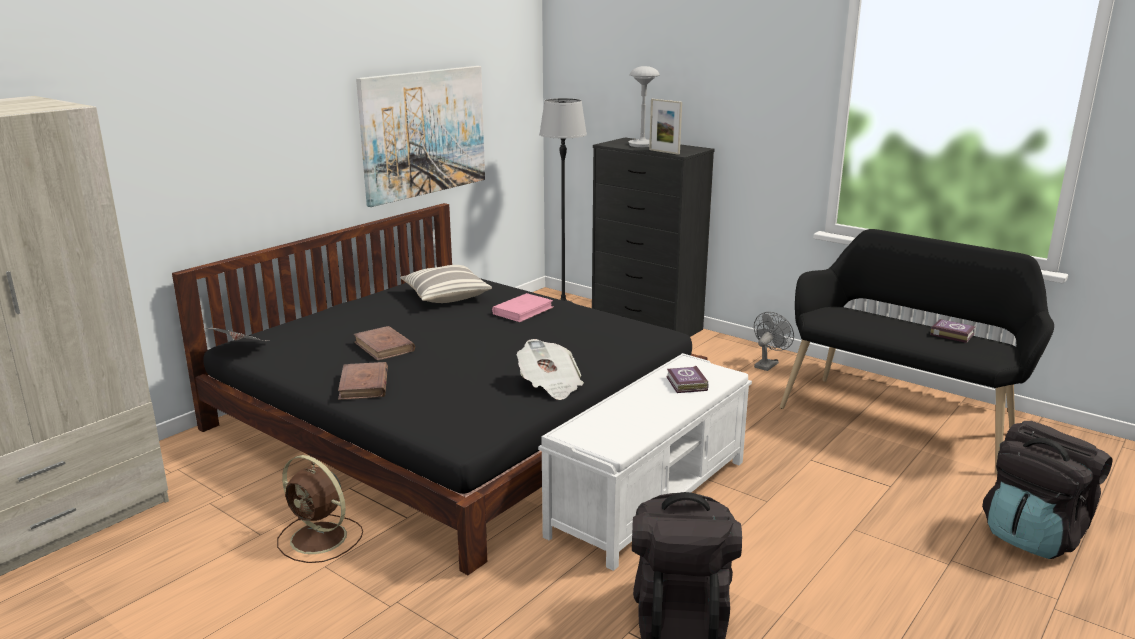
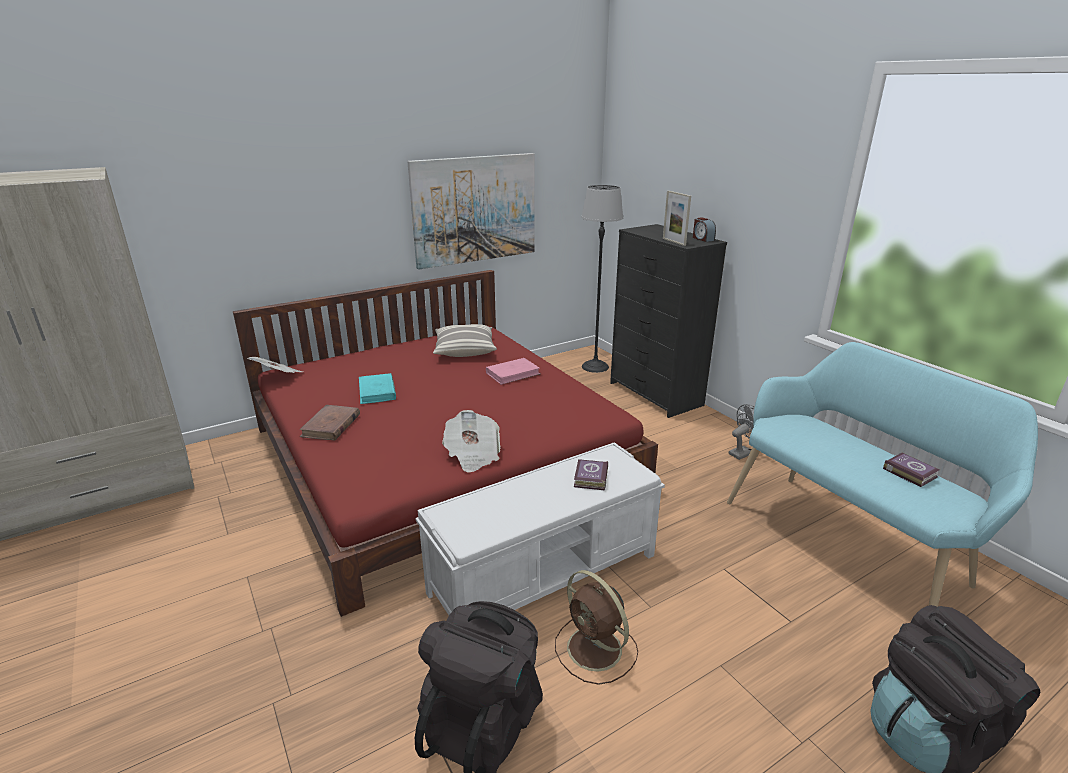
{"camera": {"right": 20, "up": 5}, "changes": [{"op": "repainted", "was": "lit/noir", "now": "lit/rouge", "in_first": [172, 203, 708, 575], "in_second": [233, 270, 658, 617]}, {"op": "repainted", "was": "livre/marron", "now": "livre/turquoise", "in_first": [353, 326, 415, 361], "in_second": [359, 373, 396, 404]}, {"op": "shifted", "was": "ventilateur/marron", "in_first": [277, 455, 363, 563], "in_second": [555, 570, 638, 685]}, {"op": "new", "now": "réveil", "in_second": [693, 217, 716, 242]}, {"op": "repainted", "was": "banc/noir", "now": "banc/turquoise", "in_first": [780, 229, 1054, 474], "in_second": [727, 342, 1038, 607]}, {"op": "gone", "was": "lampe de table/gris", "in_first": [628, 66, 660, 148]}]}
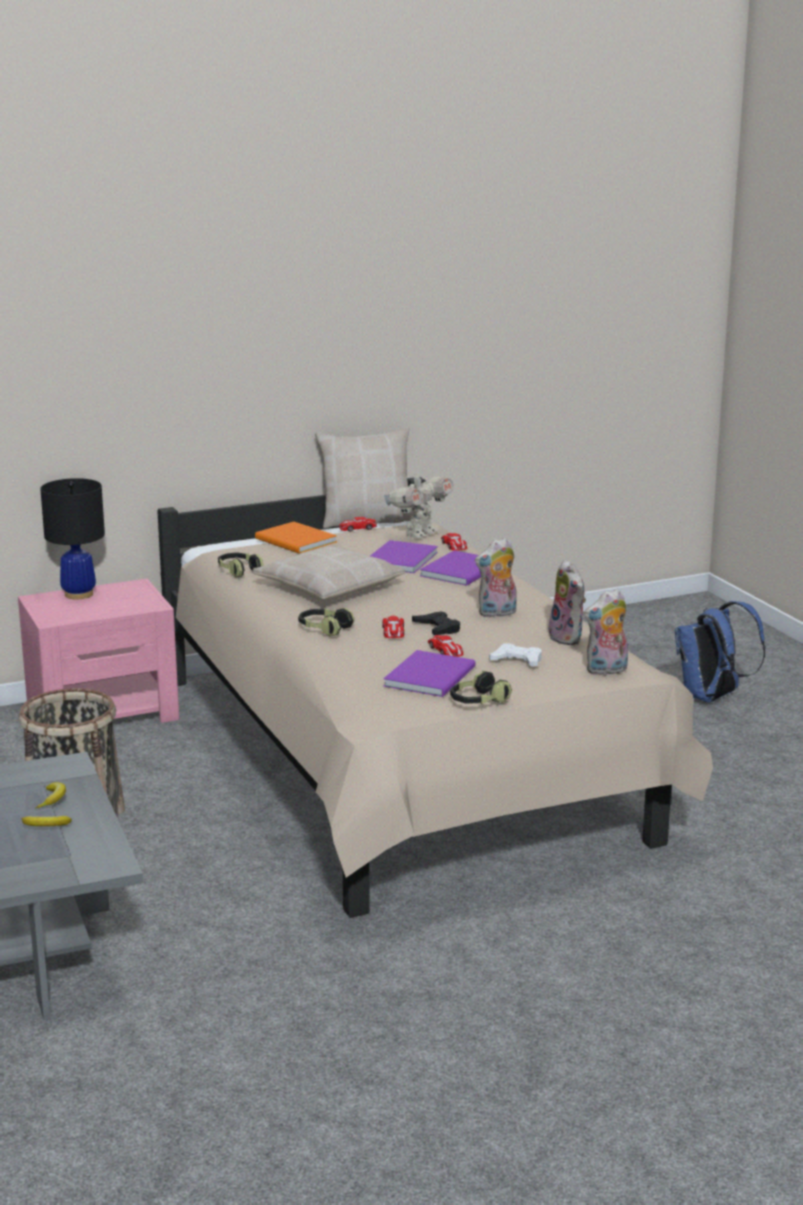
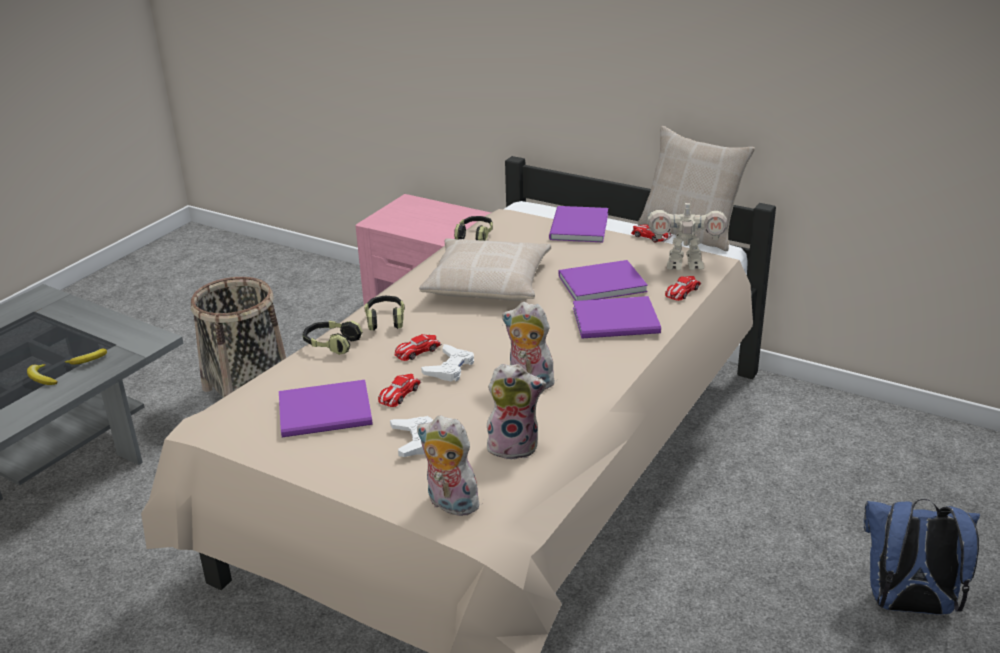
{"camera": {"right": 55, "up": 10}, "changes": [{"op": "shifted", "was": "casque audio", "in_first": [450, 671, 512, 704], "in_second": [302, 320, 363, 355]}, {"op": "repainted", "was": "manette/noir", "now": "manette/blanc", "in_first": [412, 611, 460, 635], "in_second": [421, 344, 474, 381]}, {"op": "rotated", "was": "peluche", "in_first": [549, 559, 586, 645], "in_second": [487, 364, 546, 460], "clockwise": -120}, {"op": "repainted", "was": "livre/orange", "now": "livre/violet", "in_first": [255, 522, 337, 553], "in_second": [549, 206, 608, 242]}, {"op": "gone", "was": "lampe de table/noir", "in_first": [40, 478, 105, 599]}]}
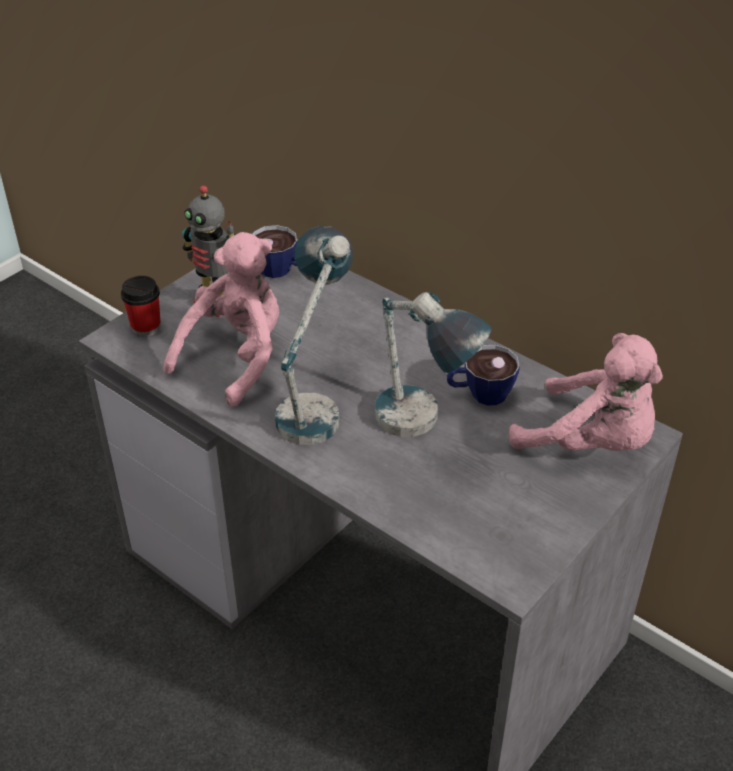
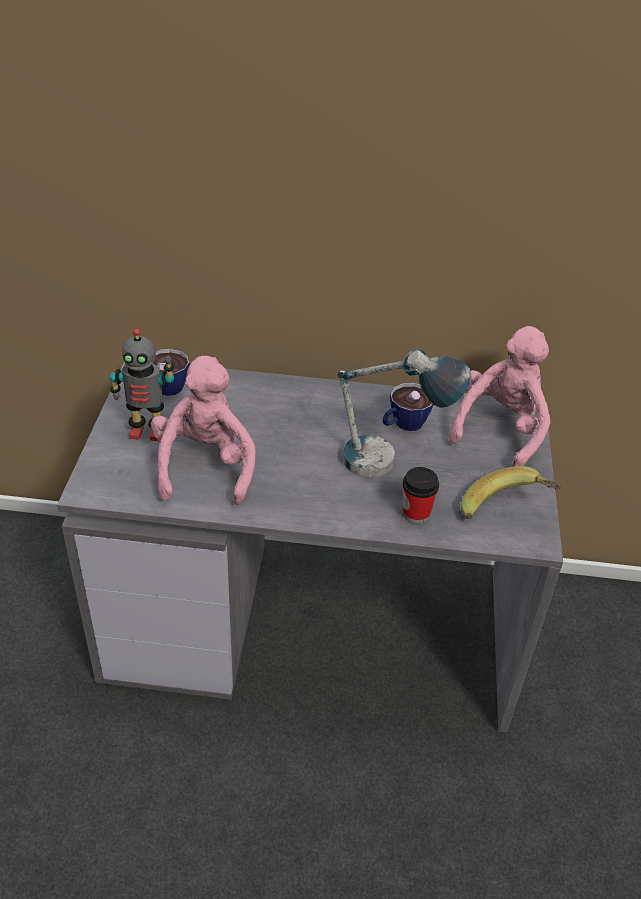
{"camera": {"right": -35, "up": 0}, "changes": [{"op": "shifted", "was": "tasse", "in_first": [121, 276, 161, 337], "in_second": [403, 467, 439, 524]}, {"op": "rotated", "was": "peluche/rose", "in_first": [509, 333, 663, 451], "in_second": [449, 326, 550, 467], "clockwise": -60}, {"op": "new", "now": "banane", "in_second": [461, 466, 561, 519]}, {"op": "gone", "was": "lampe de table", "in_first": [275, 226, 353, 445]}]}
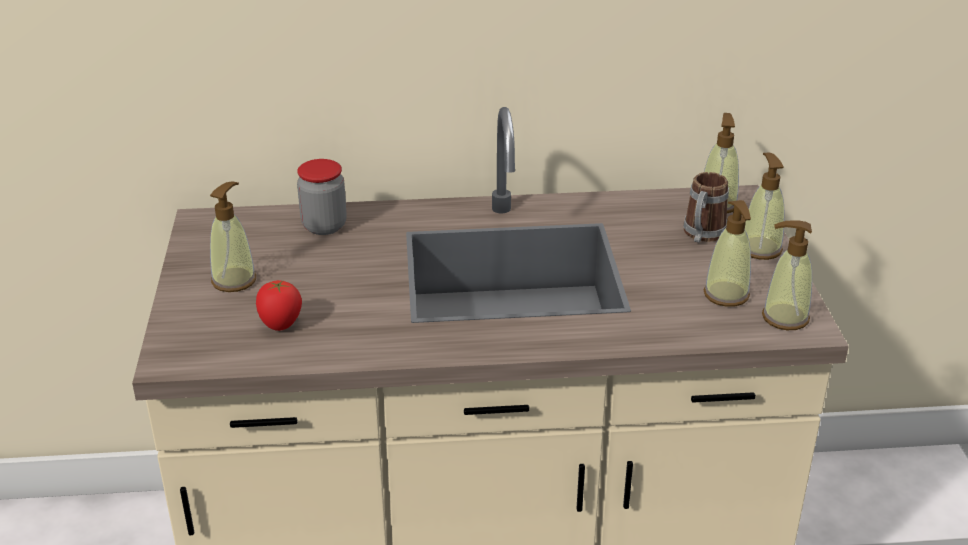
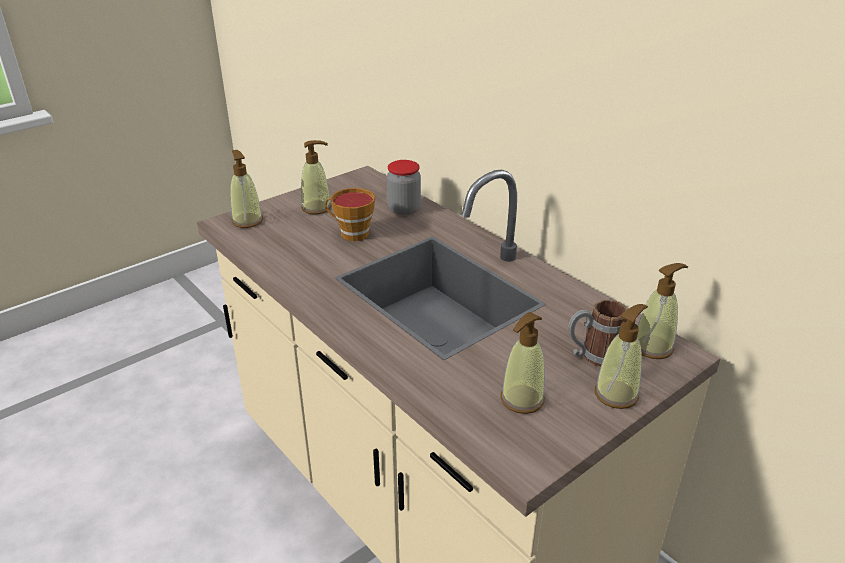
{"camera": {"right": 55, "up": 0}, "changes": [{"op": "shifted", "was": "distributeur de savon", "in_first": [762, 220, 812, 330], "in_second": [230, 150, 263, 228]}, {"op": "new", "now": "tasse", "in_second": [325, 188, 375, 241]}, {"op": "gone", "was": "tomate", "in_first": [256, 280, 302, 331]}]}
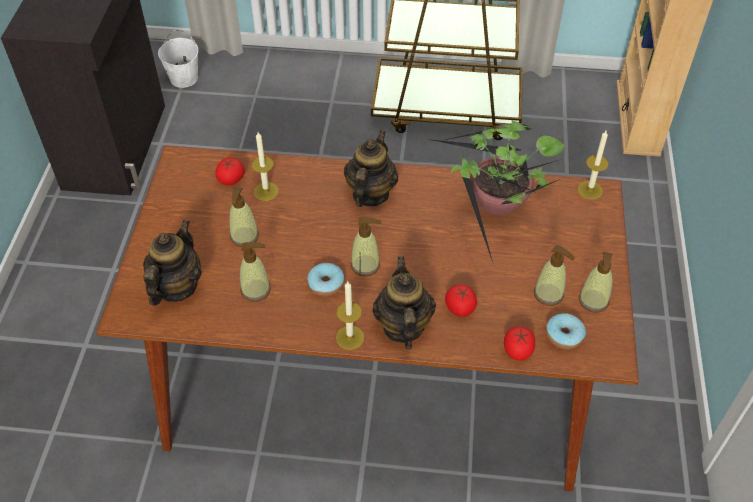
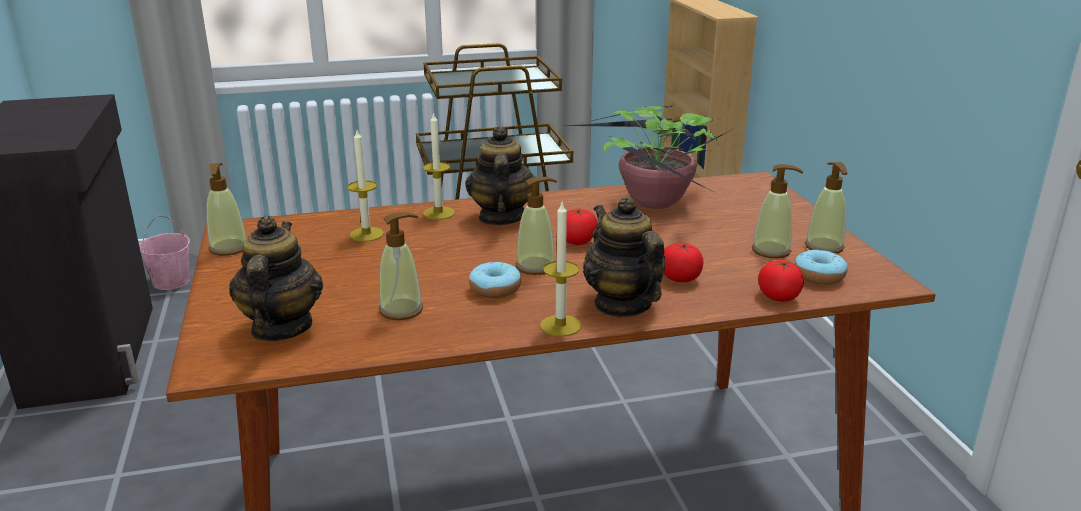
{"camera": {"right": -20, "up": -25}, "changes": [{"op": "repainted", "was": "seau/blanc", "now": "seau/rose", "in_first": [158, 30, 198, 88], "in_second": [139, 215, 190, 290]}, {"op": "shifted", "was": "distributeur de savon", "in_first": [229, 187, 259, 247], "in_second": [206, 163, 246, 256]}, {"op": "shifted", "was": "bougie", "in_first": [577, 131, 609, 200], "in_second": [422, 112, 455, 220]}, {"op": "shifted", "was": "tomate", "in_first": [215, 158, 245, 186], "in_second": [566, 209, 598, 245]}]}
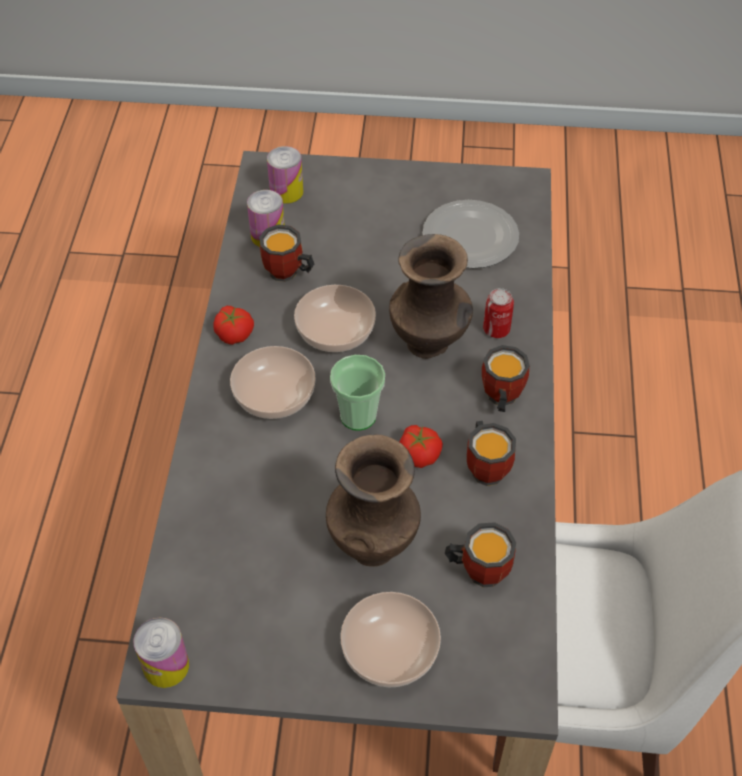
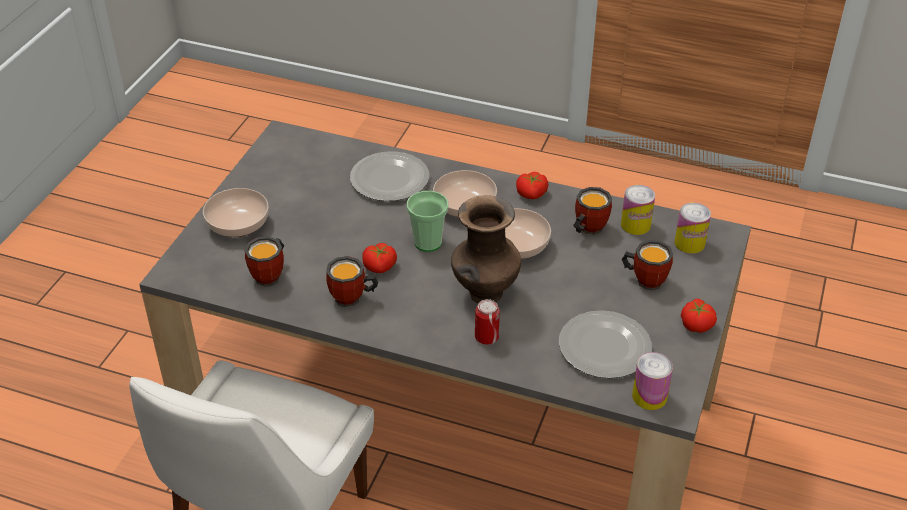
{"camera": {"right": 105, "up": -10}, "changes": [{"op": "new", "now": "assiette", "in_second": [350, 151, 429, 201]}, {"op": "shifted", "was": "mug", "in_first": [482, 345, 530, 412], "in_second": [622, 240, 673, 290]}, {"op": "shifted", "was": "boîte métallique", "in_first": [134, 618, 189, 688], "in_second": [632, 352, 673, 410]}, {"op": "new", "now": "tomate", "in_second": [681, 299, 717, 333]}, {"op": "gone", "was": "vase/marron", "in_first": [326, 435, 421, 567]}]}
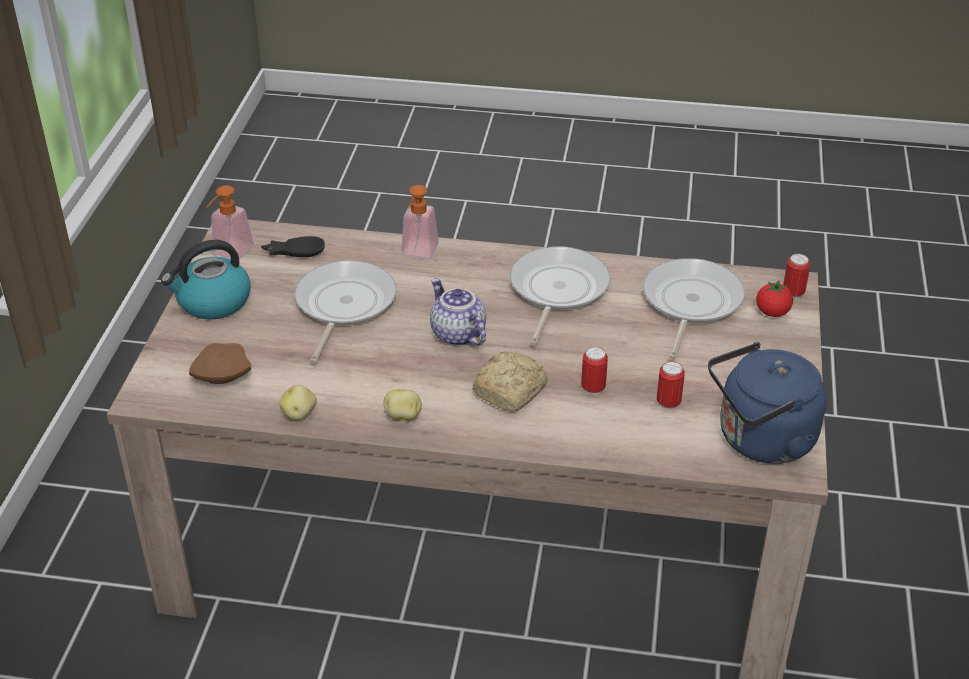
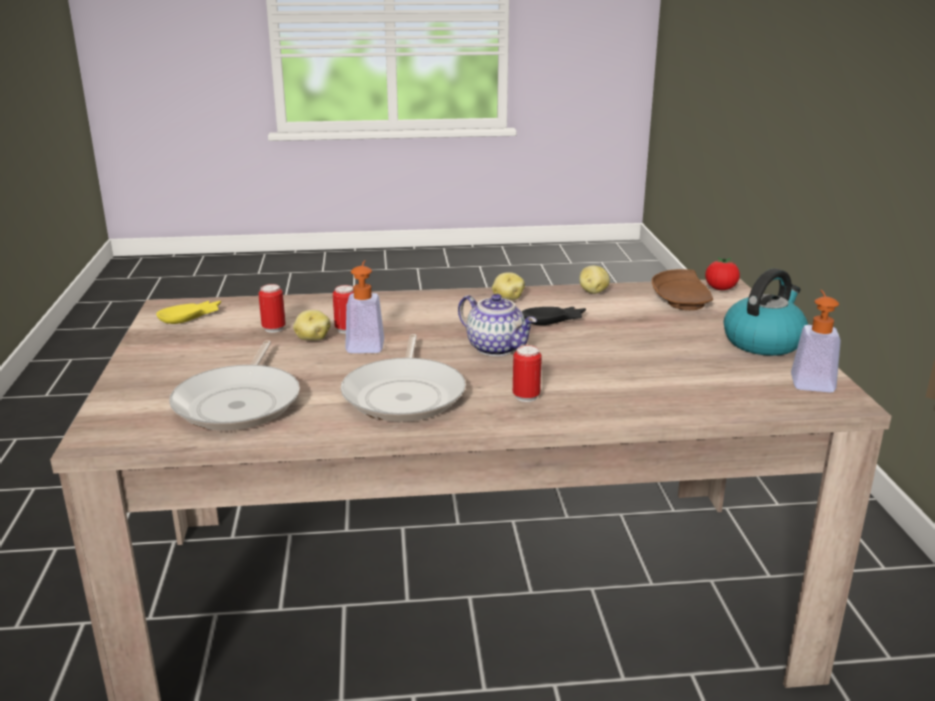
{"camera": {"right": 165, "up": -15}, "changes": [{"op": "swapped", "was": "bouilloire/bleu", "now": "bol/jaune", "in_first": [708, 342, 827, 464], "in_second": [156, 301, 221, 324]}, {"op": "new", "now": "pomme de terre", "in_second": [293, 310, 331, 341]}, {"op": "shifted", "was": "distributeur de savon", "in_first": [401, 185, 439, 259], "in_second": [345, 260, 384, 353]}, {"op": "shifted", "was": "boîte métallique", "in_first": [783, 254, 810, 299], "in_second": [513, 345, 542, 402]}, {"op": "shifted", "was": "bol/noir", "in_first": [261, 236, 325, 257], "in_second": [522, 307, 586, 325]}, {"op": "shifted", "was": "tomate", "in_first": [756, 280, 793, 317], "in_second": [705, 257, 740, 290]}, {"op": "gone", "was": "poêle", "in_first": [295, 260, 397, 364]}, {"op": "gone", "was": "pain", "in_first": [472, 351, 548, 412]}]}
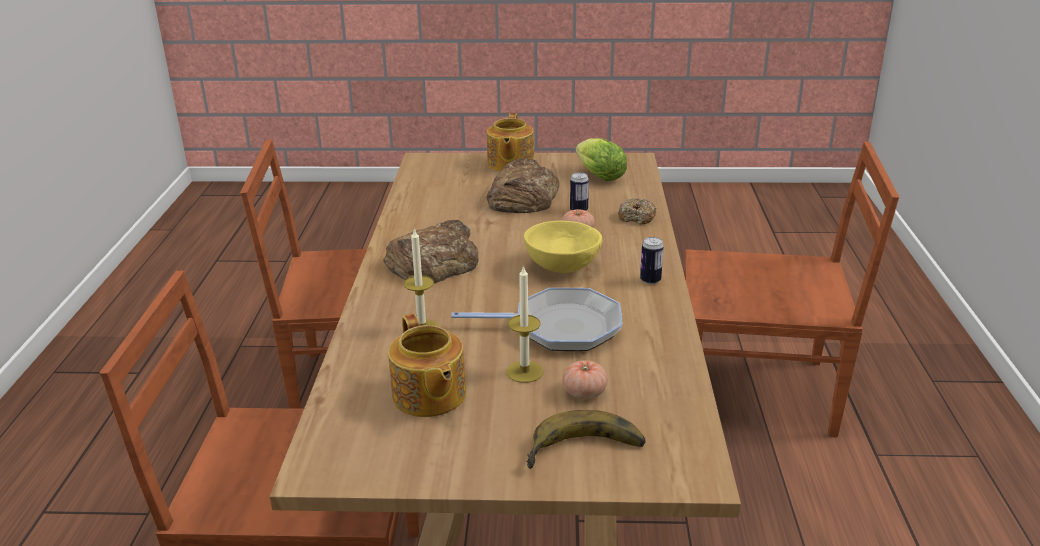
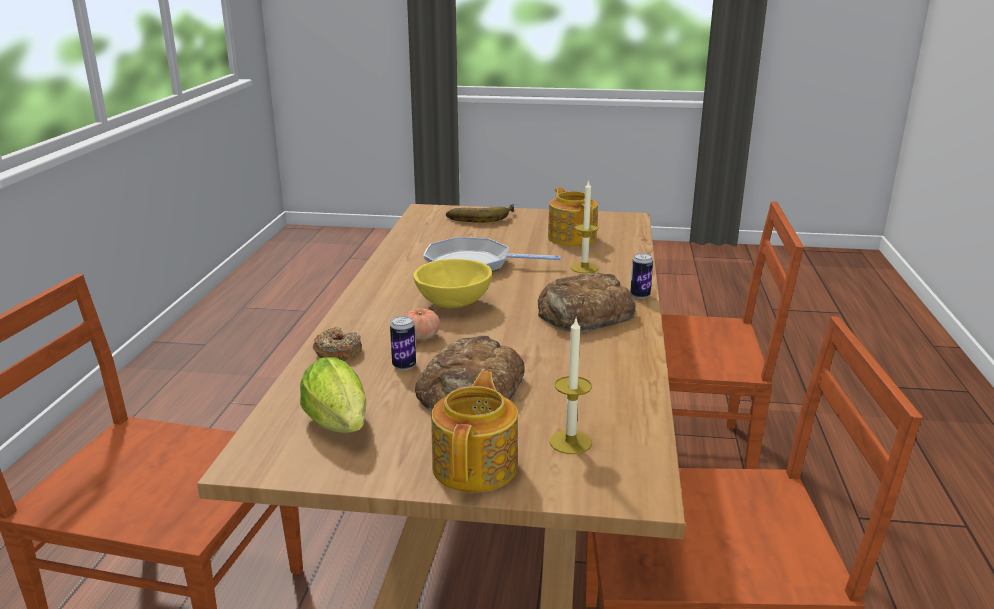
{"camera": {"right": -175, "up": -5}, "changes": [{"op": "shifted", "was": "bougie", "in_first": [506, 265, 543, 383], "in_second": [550, 319, 592, 454]}, {"op": "shifted", "was": "boîte métallique", "in_first": [640, 237, 664, 284], "in_second": [630, 253, 653, 299]}, {"op": "gone", "was": "tomate", "in_first": [562, 360, 608, 399]}]}
